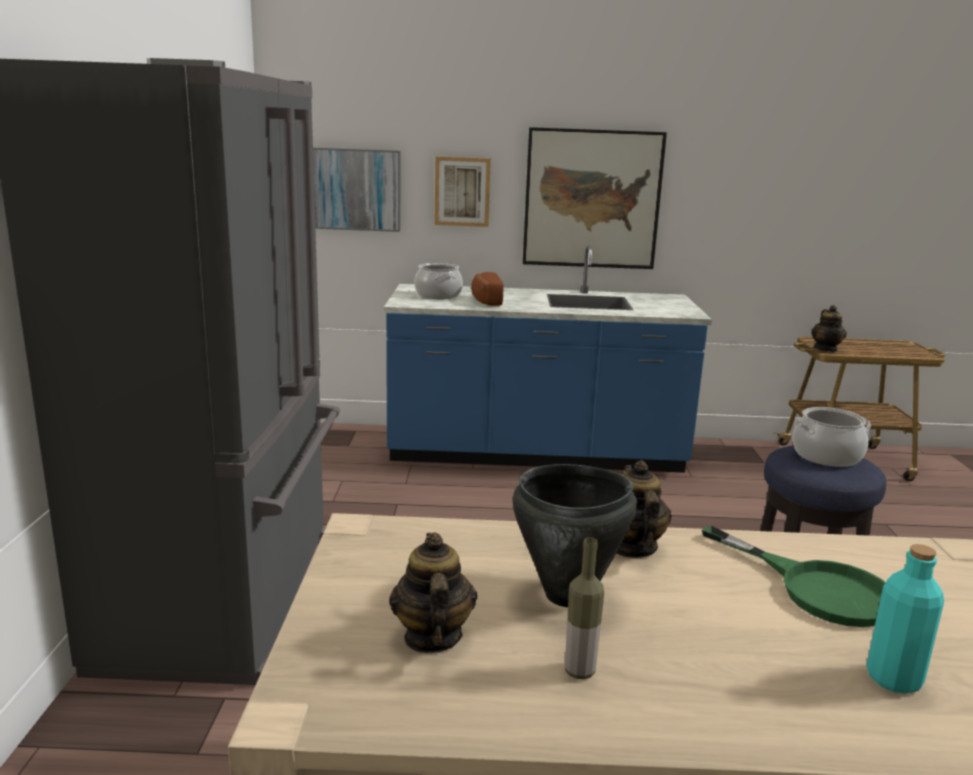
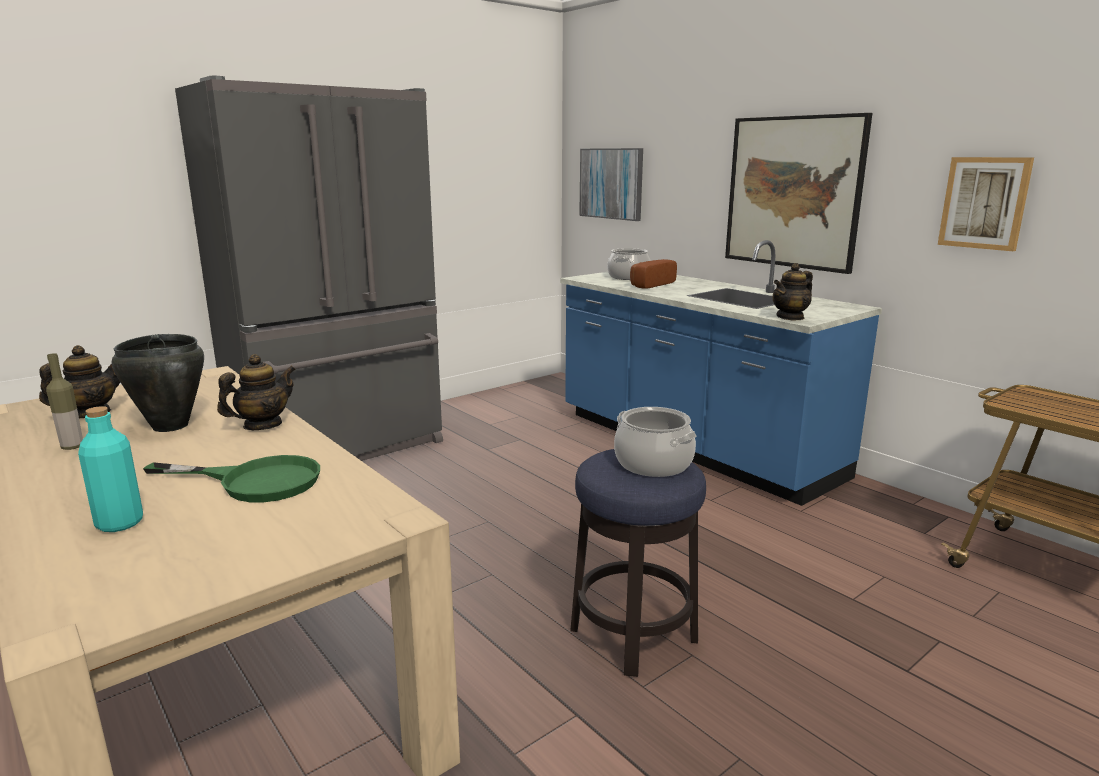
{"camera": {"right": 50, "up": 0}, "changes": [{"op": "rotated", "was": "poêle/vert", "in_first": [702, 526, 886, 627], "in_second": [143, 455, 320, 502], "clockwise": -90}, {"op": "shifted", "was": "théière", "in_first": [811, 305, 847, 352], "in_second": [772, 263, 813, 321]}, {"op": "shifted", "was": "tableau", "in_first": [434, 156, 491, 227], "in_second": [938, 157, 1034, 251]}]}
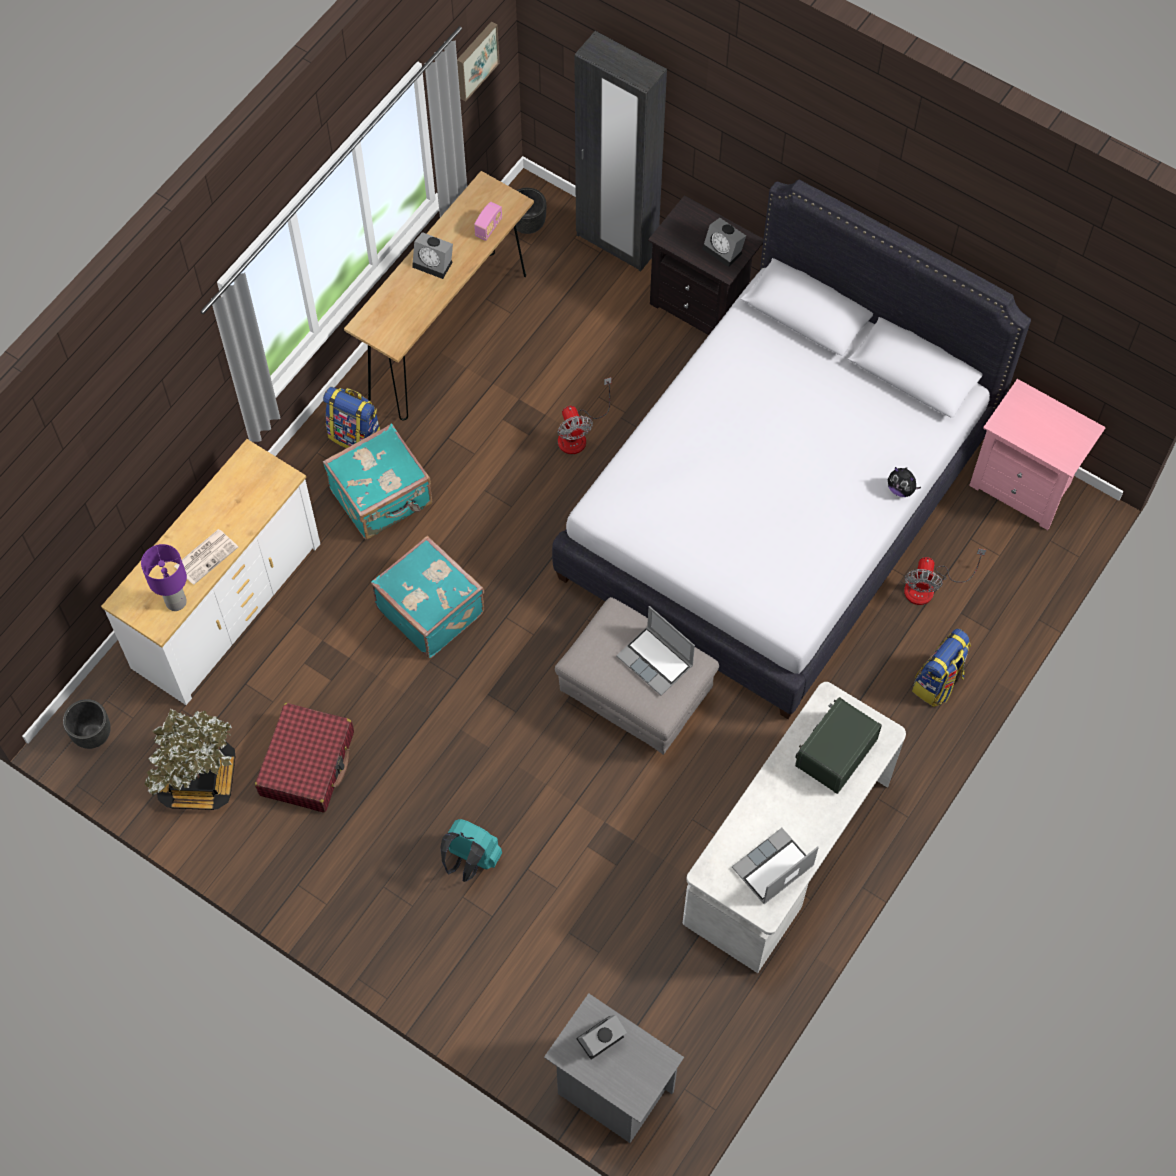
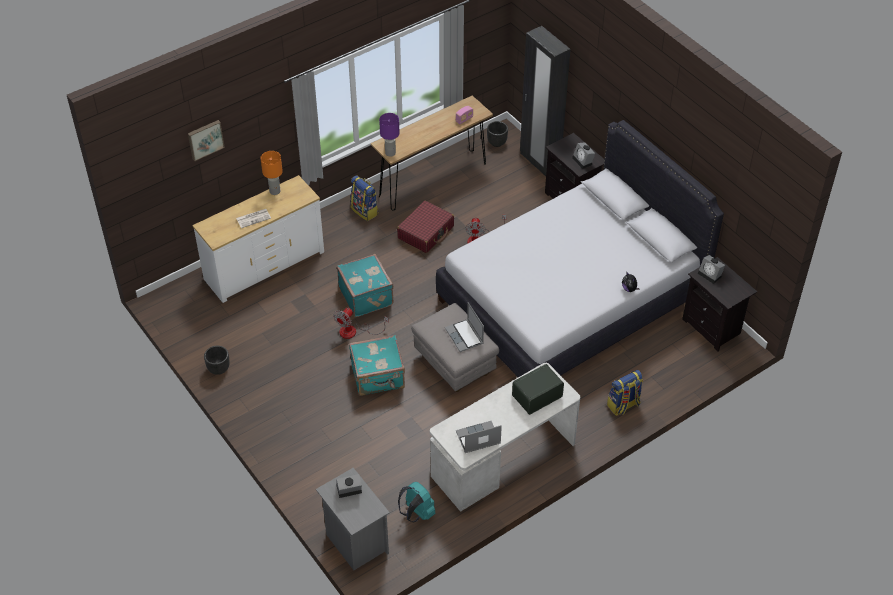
{"camera": {"right": 20, "up": -15}, "changes": [{"op": "shifted", "was": "tableau", "in_first": [457, 21, 500, 102], "in_second": [188, 120, 225, 161]}, {"op": "shifted", "was": "cache-pot/noir", "in_first": [63, 699, 111, 749], "in_second": [204, 346, 230, 375]}, {"op": "new", "now": "lampe de table/orange", "in_second": [260, 151, 283, 195]}, {"op": "shifted", "was": "ventilateur", "in_first": [904, 549, 986, 605], "in_second": [333, 308, 389, 339]}, {"op": "shifted", "was": "valise/turquoise", "in_first": [323, 424, 433, 540], "in_second": [349, 335, 405, 396]}, {"op": "shifted", "was": "lampe de table/violet", "in_first": [141, 544, 187, 611], "in_second": [379, 113, 399, 157]}, {"op": "shifted", "was": "valise/rouge", "in_first": [255, 703, 354, 812], "in_second": [397, 201, 454, 253]}, {"op": "shifted", "was": "sac à dos/turquoise", "in_first": [440, 819, 502, 882], "in_second": [398, 482, 436, 522]}, {"op": "repainted", "was": "table de chevet/rose", "now": "table de chevet/noir", "in_first": [969, 379, 1106, 530], "in_second": [682, 257, 757, 351]}, {"op": "shifted", "was": "réveil", "in_first": [412, 232, 453, 279], "in_second": [698, 255, 725, 284]}, {"op": "gone", "was": "plante en pot", "in_first": [145, 709, 235, 810]}]}
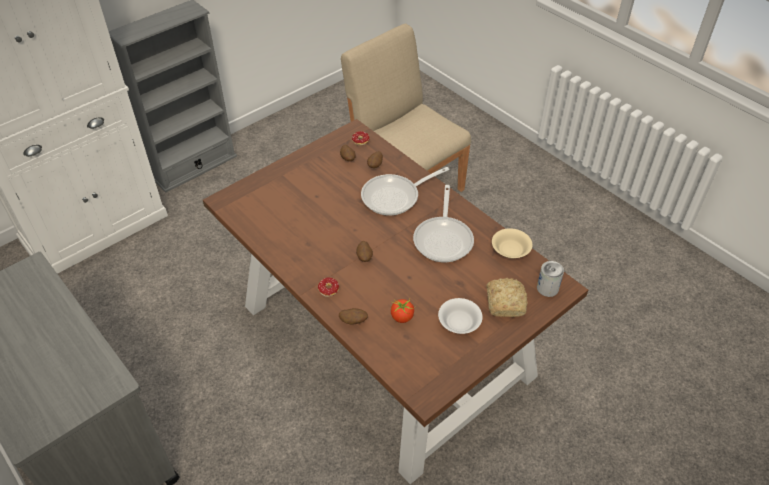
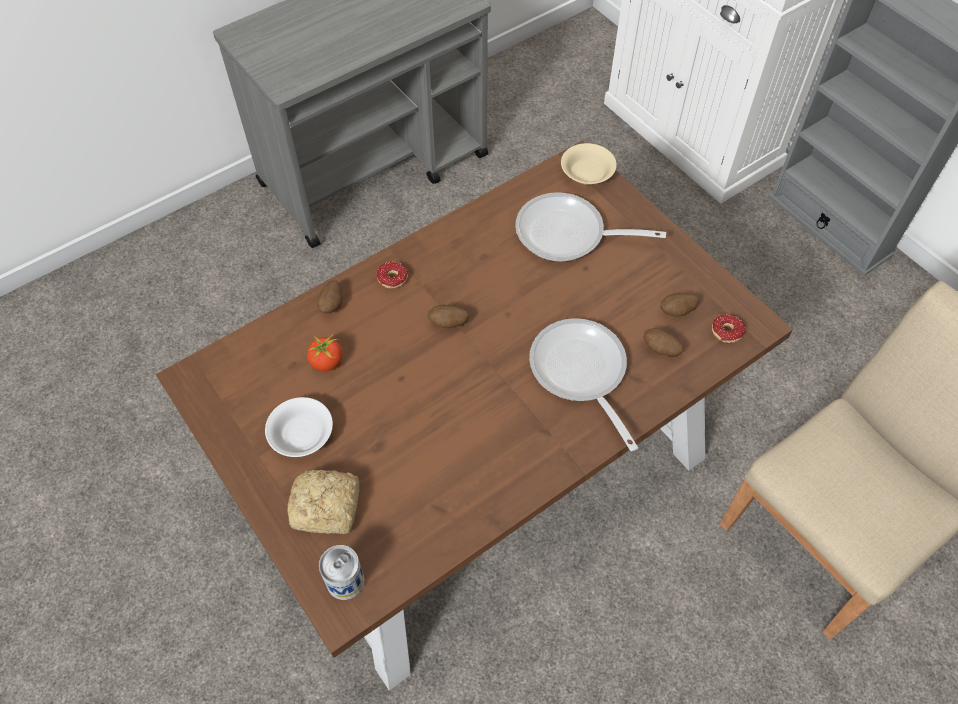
{"camera": {"right": 95, "up": 10}, "changes": [{"op": "shifted", "was": "poêle", "in_first": [413, 185, 474, 262], "in_second": [515, 192, 666, 261]}, {"op": "shifted", "was": "bol/beige", "in_first": [492, 228, 532, 258], "in_second": [561, 143, 617, 185]}]}
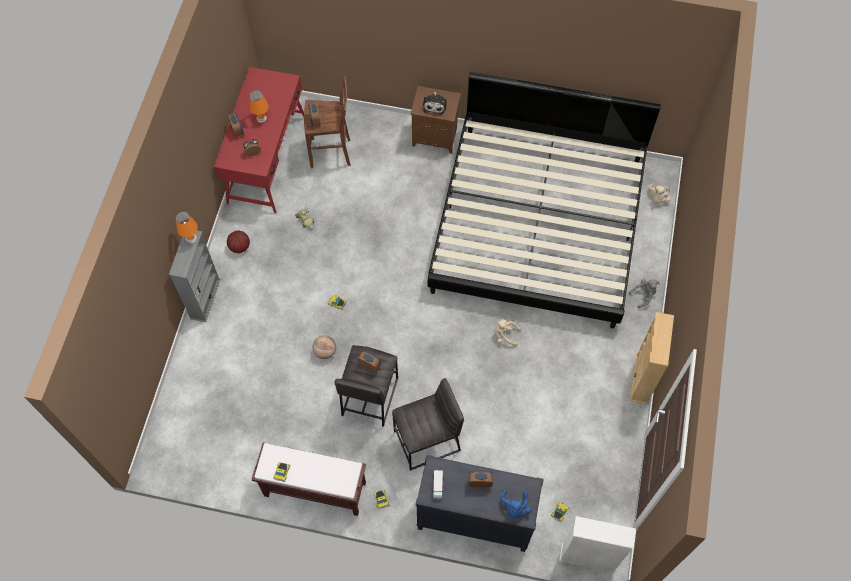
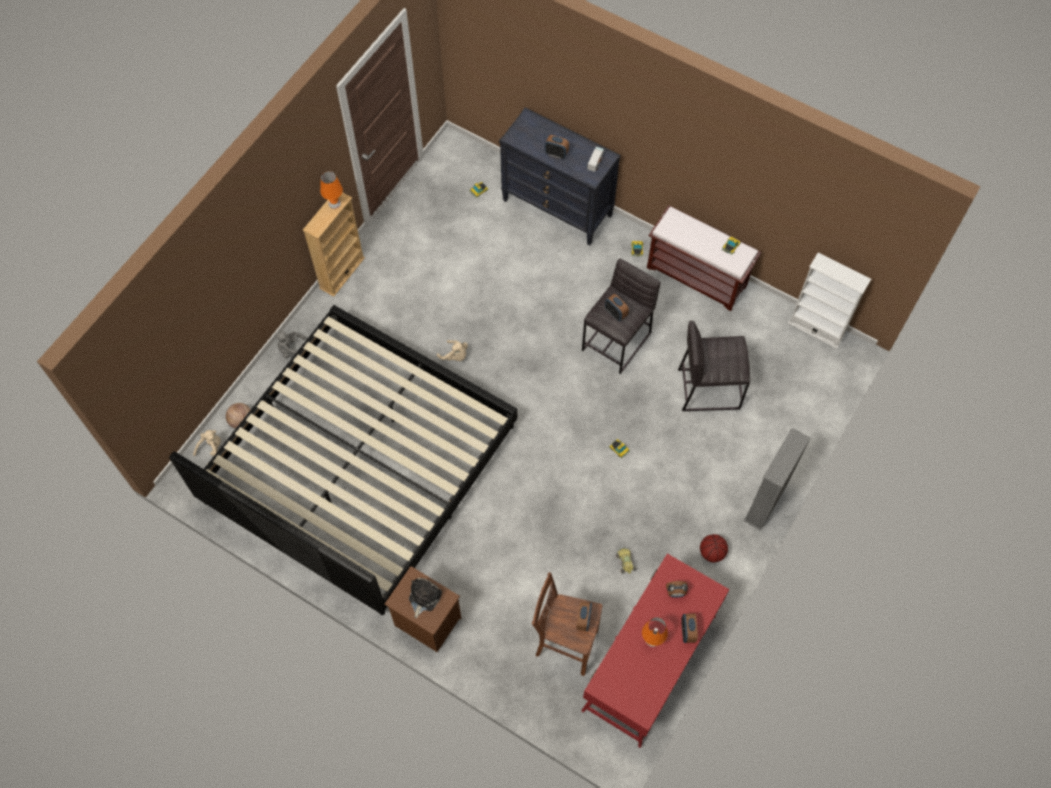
{"camera": {"right": -160, "up": 0}, "changes": [{"op": "shifted", "was": "ballon de basket", "in_first": [313, 335, 336, 359], "in_second": [226, 403, 251, 429]}, {"op": "shifted", "was": "lampe de table/orange", "in_first": [176, 212, 198, 243], "in_second": [320, 171, 343, 209]}, {"op": "shifted", "was": "tabouret/gris", "in_first": [392, 378, 464, 471], "in_second": [678, 321, 750, 411]}, {"op": "shifted", "was": "bibliothèque/blanc", "in_first": [559, 516, 636, 573], "in_second": [788, 253, 871, 349]}, {"op": "gone", "was": "peluche/bleu", "in_first": [501, 489, 532, 518]}]}
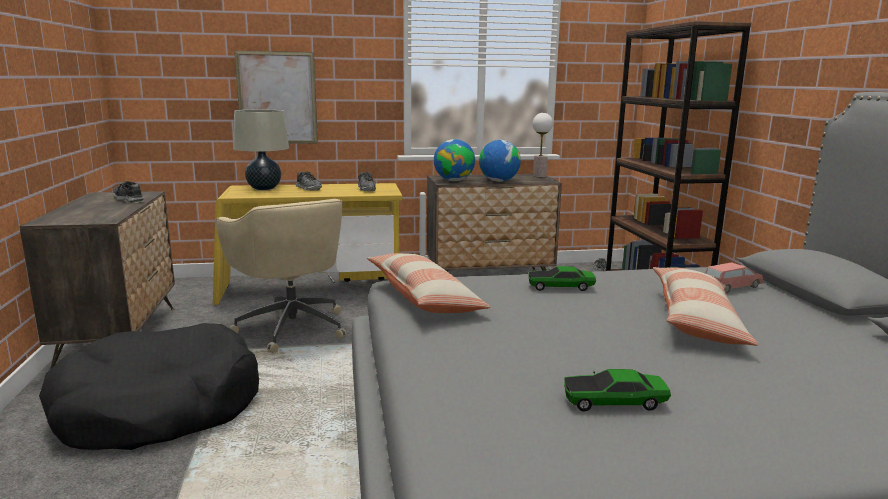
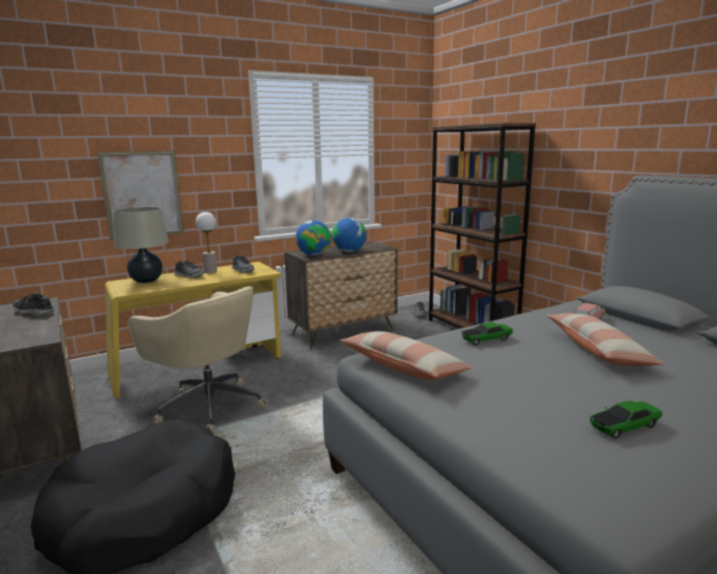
{"camera": {"right": -20, "up": 0}, "changes": [{"op": "shifted", "was": "lampe de table", "in_first": [532, 113, 553, 177], "in_second": [196, 212, 217, 273]}]}
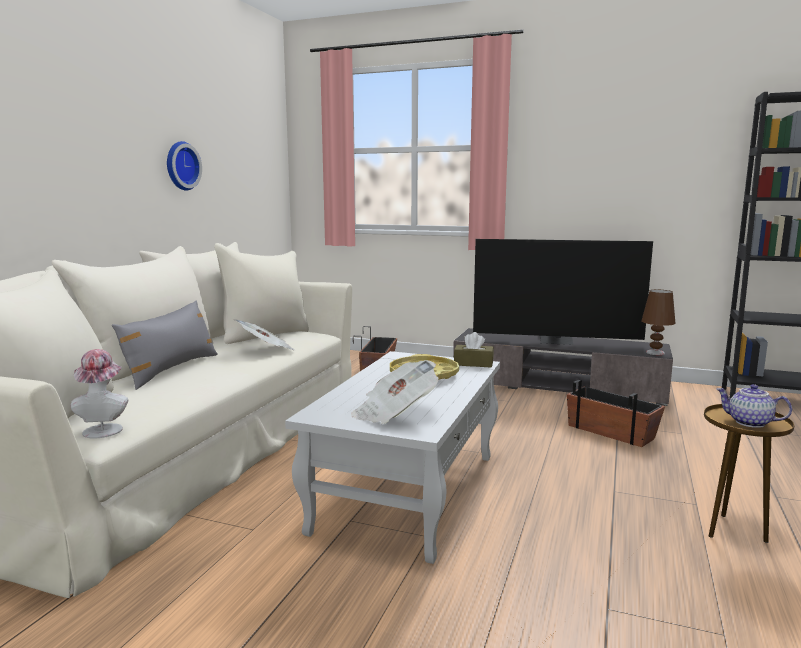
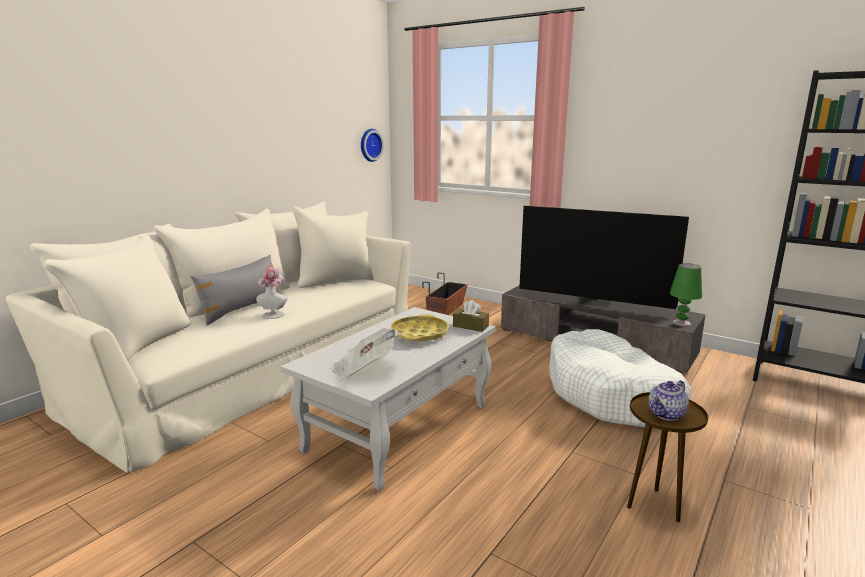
{"camera": {"right": 15, "up": 5}, "changes": [{"op": "shifted", "was": "chapeau", "in_first": [70, 349, 128, 439], "in_second": [256, 267, 288, 319]}, {"op": "shifted", "was": "horloge murale", "in_first": [167, 141, 202, 191], "in_second": [361, 129, 384, 162]}, {"op": "swapped", "was": "cache-pot", "now": "panier pour chien/blanc", "in_first": [567, 380, 665, 447], "in_second": [550, 329, 692, 427]}, {"op": "rotated", "was": "théière", "in_first": [716, 384, 792, 428], "in_second": [648, 380, 689, 421], "clockwise": -90}, {"op": "repainted", "was": "lampe de table/marron", "now": "lampe de table/vert", "in_first": [641, 290, 675, 355], "in_second": [669, 263, 702, 326]}, {"op": "gone", "was": "journal", "in_first": [234, 319, 295, 350]}]}
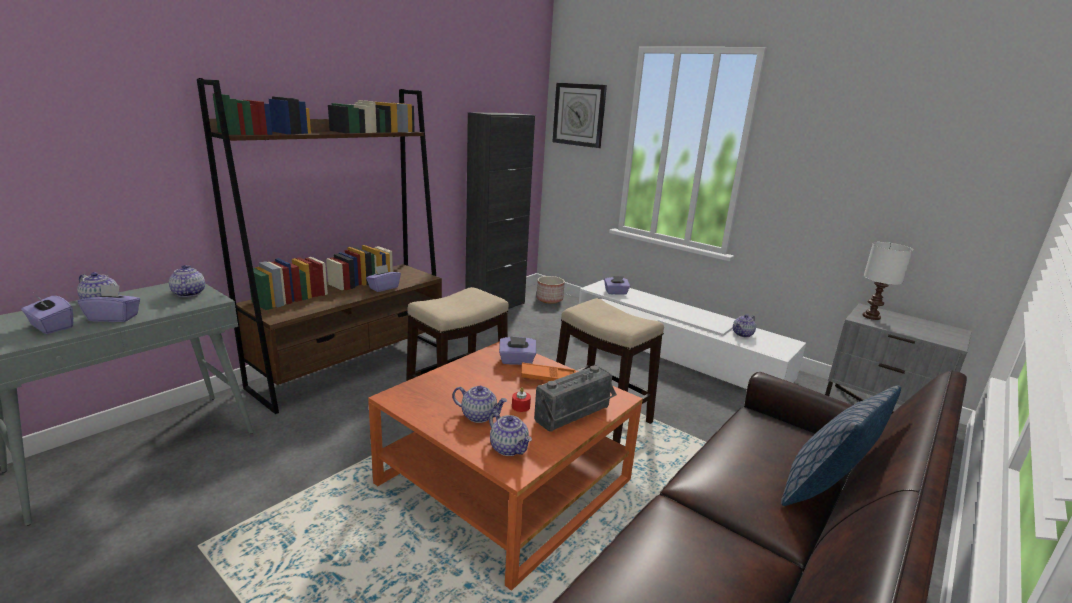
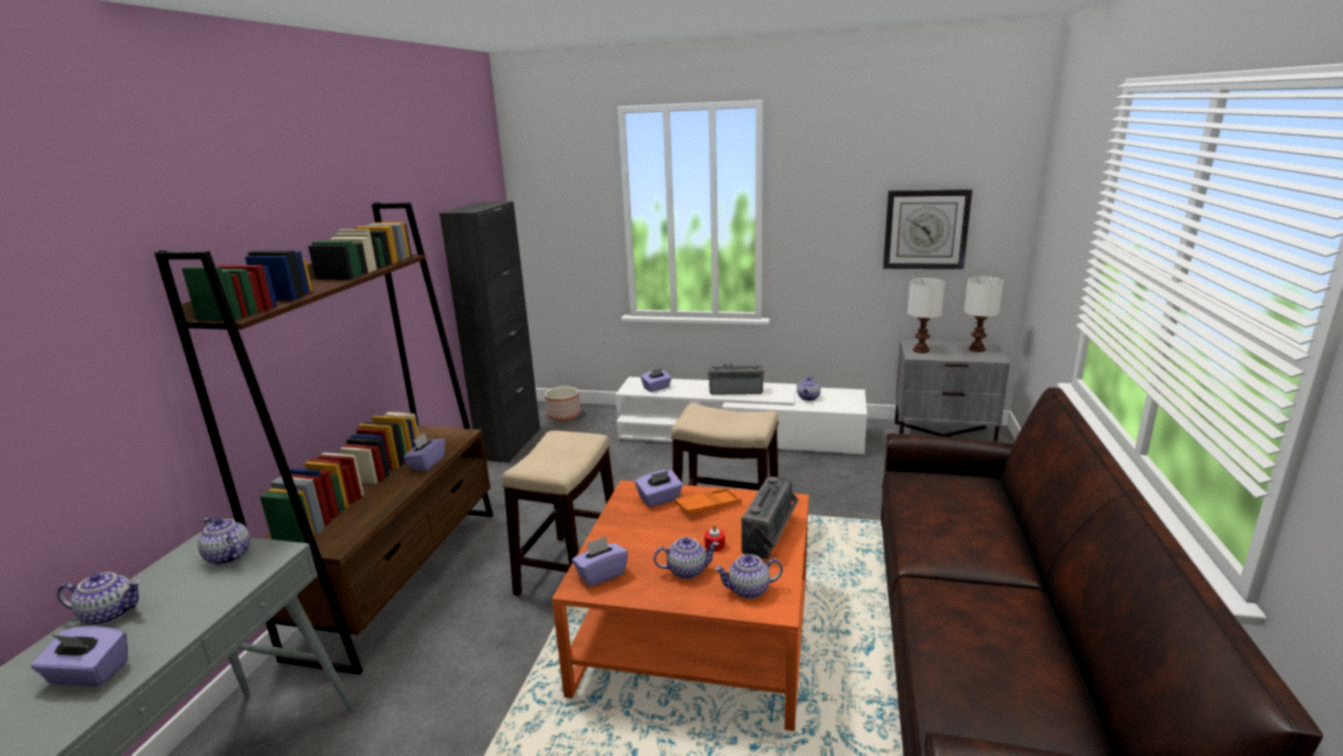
{"camera": {"right": -25, "up": 0}, "changes": [{"op": "shifted", "was": "boîte à mouchoirs/violet", "in_first": [78, 285, 140, 322], "in_second": [572, 536, 628, 587]}, {"op": "new", "now": "radio", "in_second": [708, 363, 764, 395]}, {"op": "rotated", "was": "théière", "in_first": [489, 411, 532, 456], "in_second": [715, 554, 783, 599], "clockwise": 150}, {"op": "shifted", "was": "horloge murale", "in_first": [552, 83, 607, 148], "in_second": [883, 189, 972, 269]}, {"op": "new", "now": "lampe de table/blanc", "in_second": [964, 276, 1004, 352]}, {"op": "gone", "was": "coussin", "in_first": [781, 385, 901, 506]}]}
